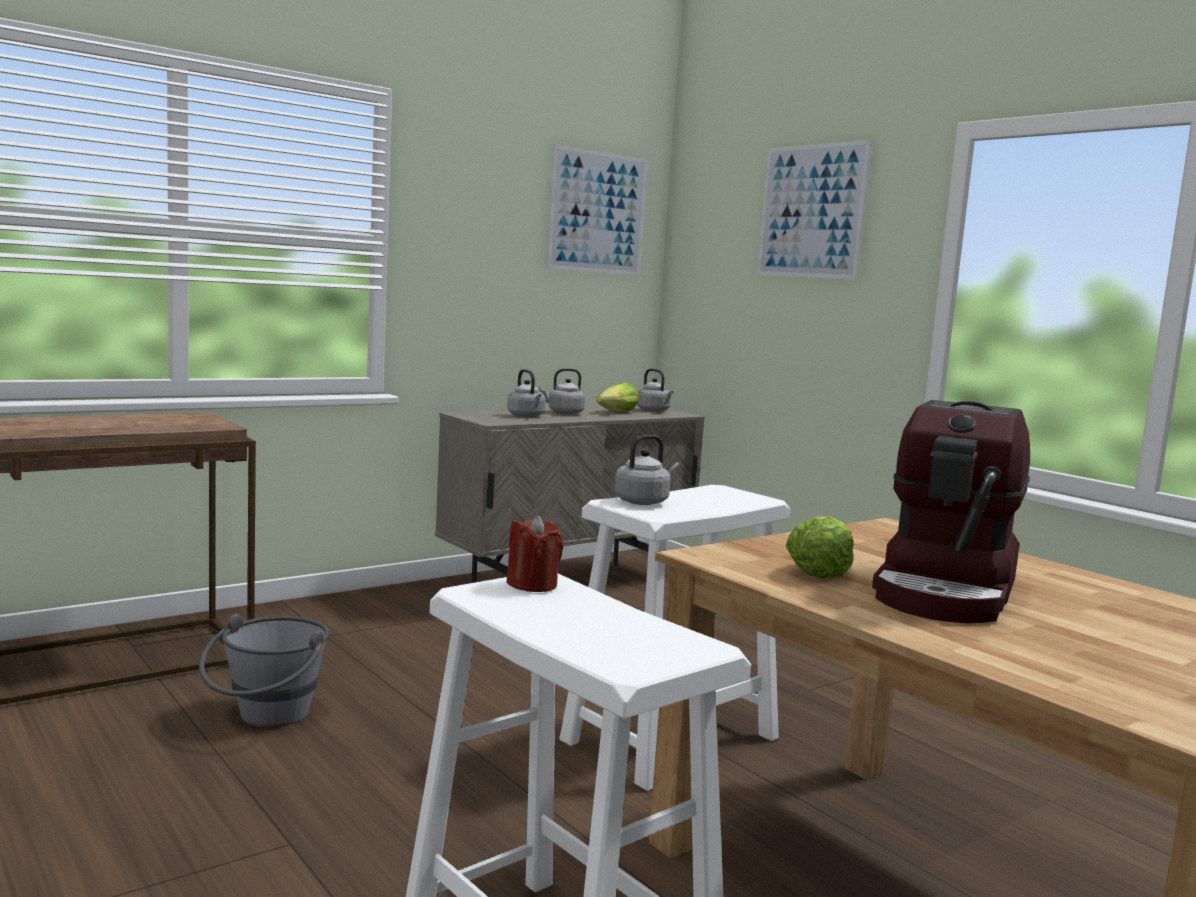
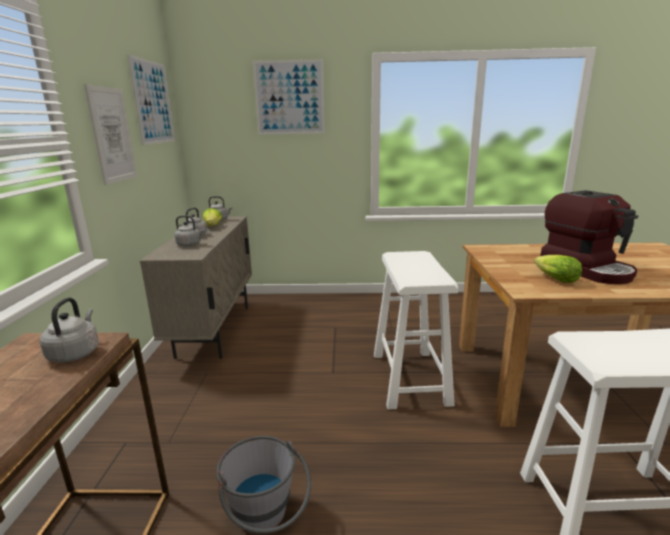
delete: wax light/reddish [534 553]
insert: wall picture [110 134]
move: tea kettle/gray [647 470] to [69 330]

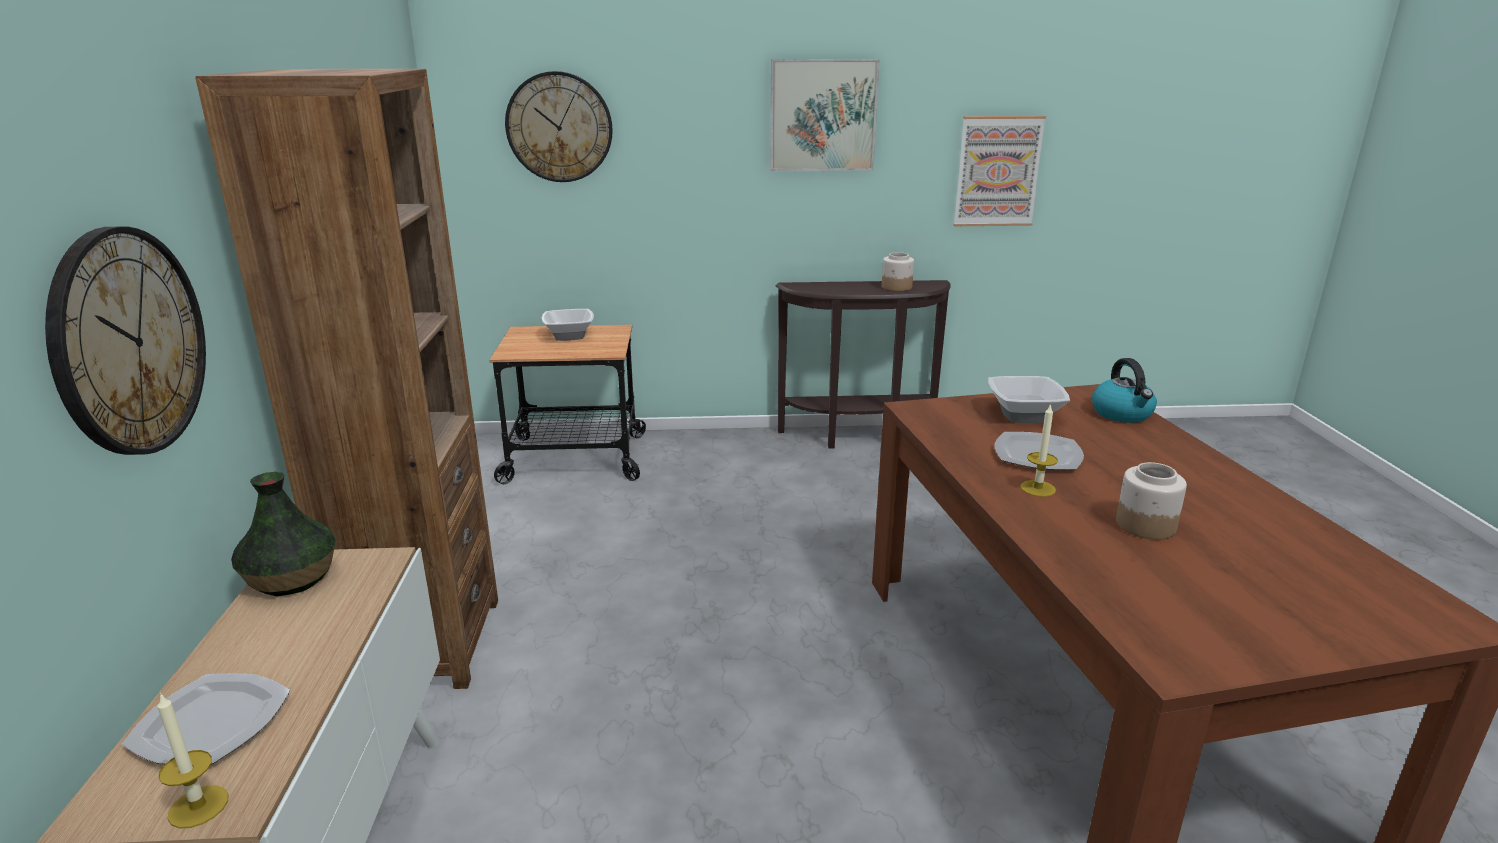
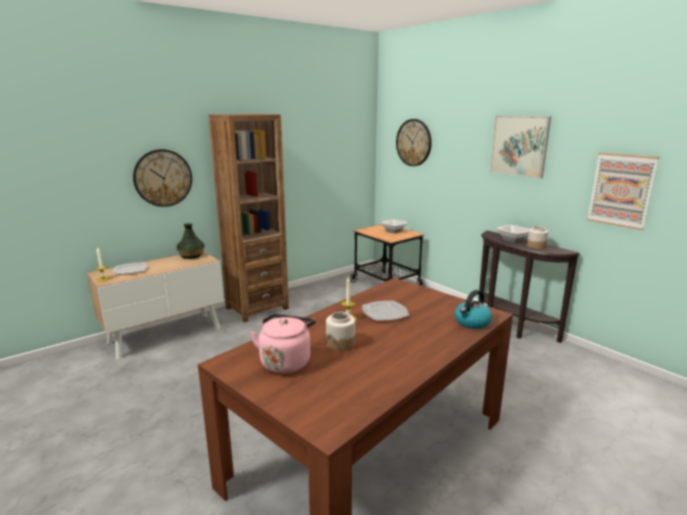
insert: tea kettle/pink-coloured [283 344]
move: serving bowl [1029 399] to [512 234]

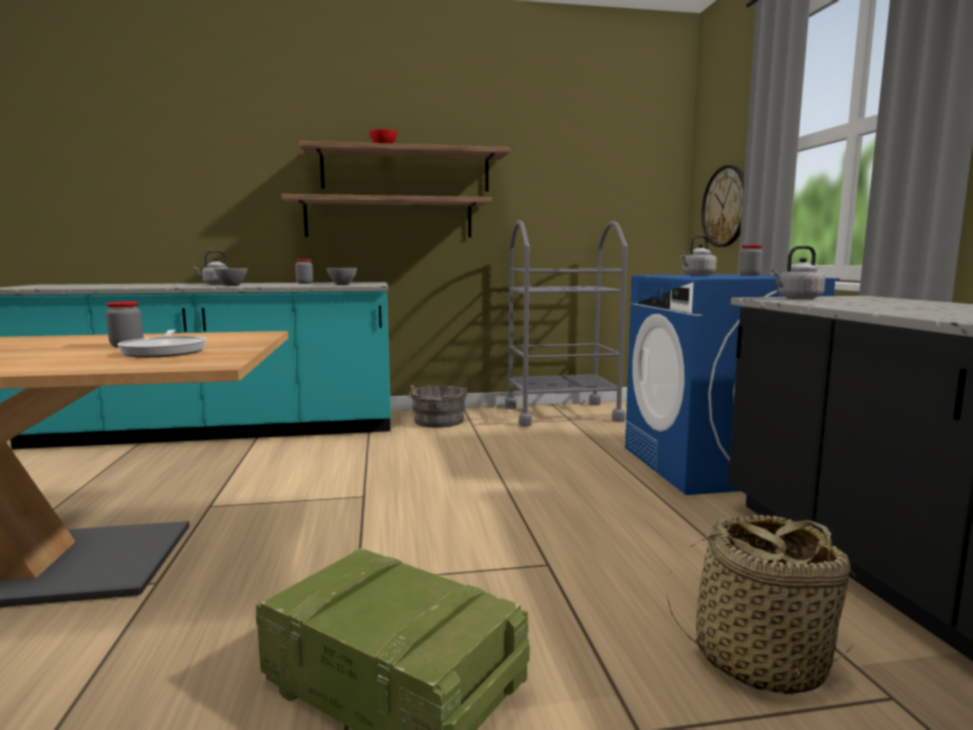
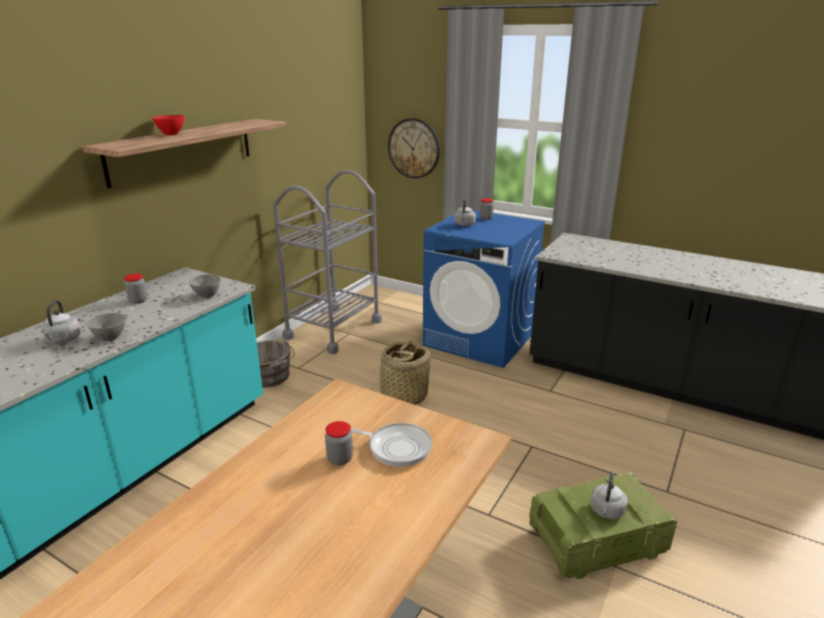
delete: wall shelf [386 216]
move: tea kettle/gray [798 272] to [609 495]; household basket [761 605] to [401 373]

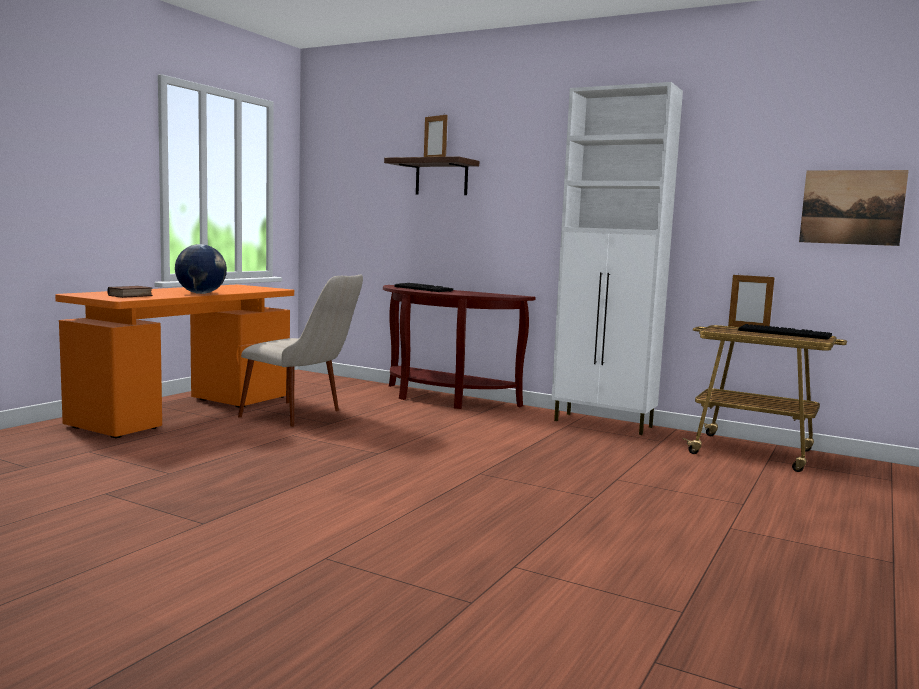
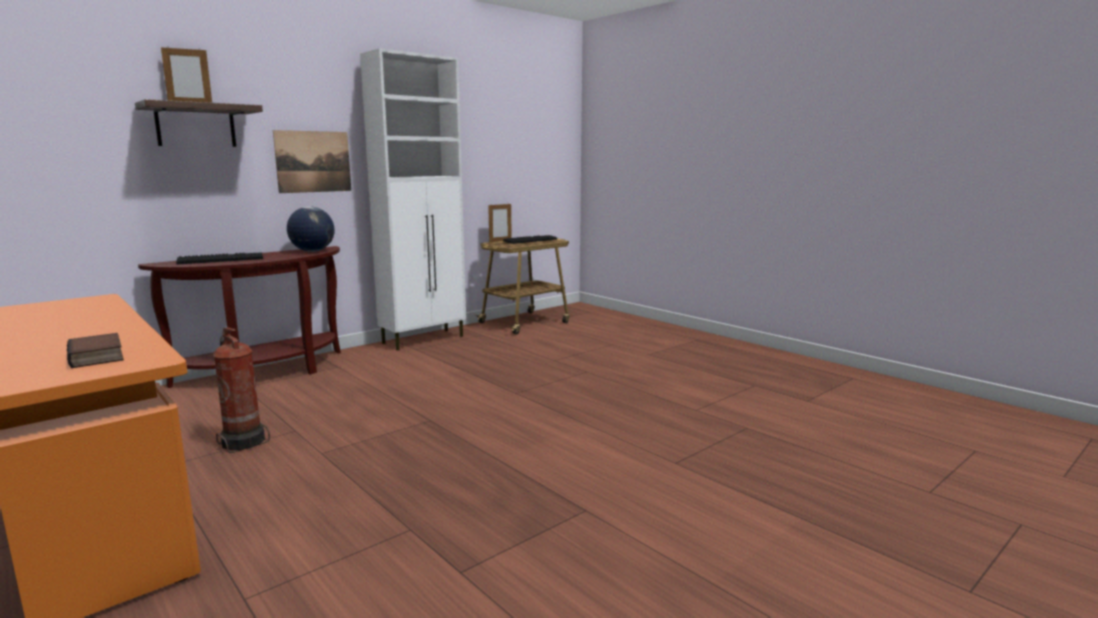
move: wall picture [854 208] to [312 161]; desk globe [201 269] to [311 229]
replace: chair/sand-coloured [300 350] to fire extinguisher [241 390]

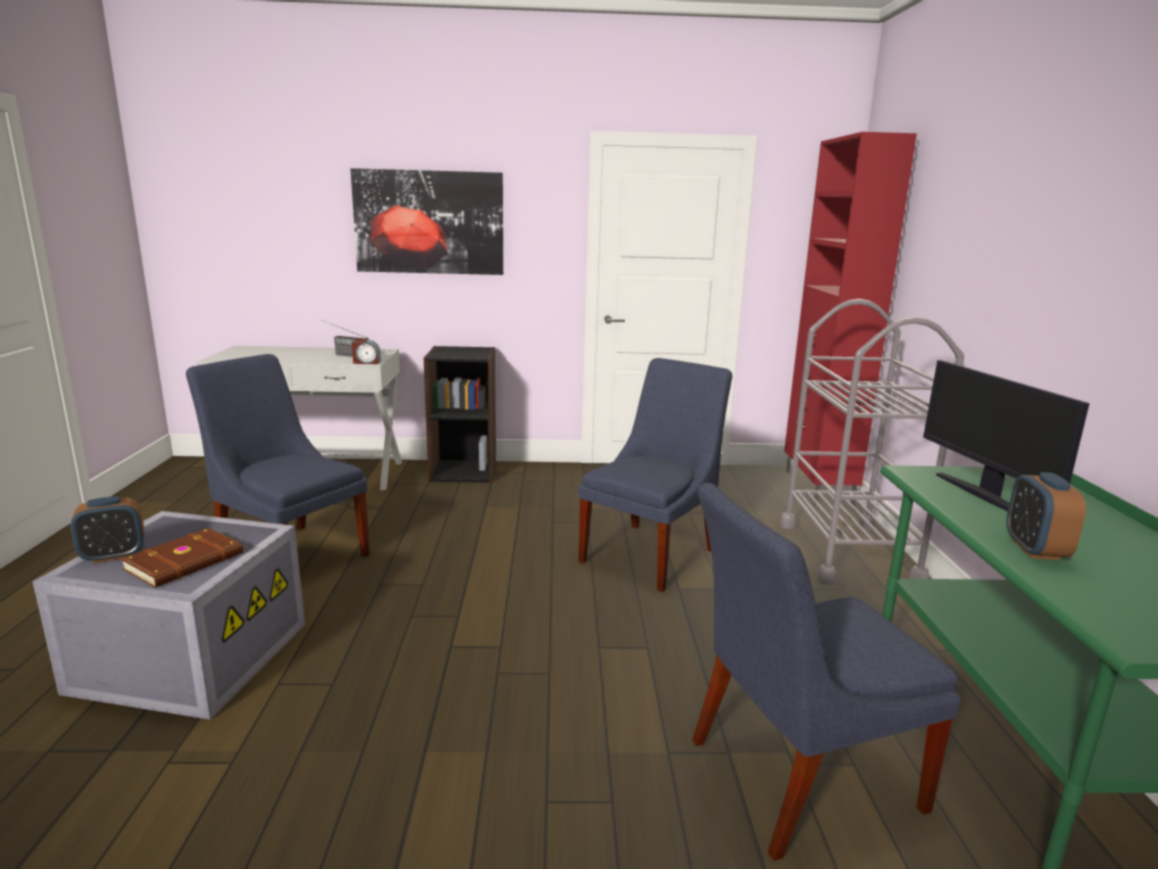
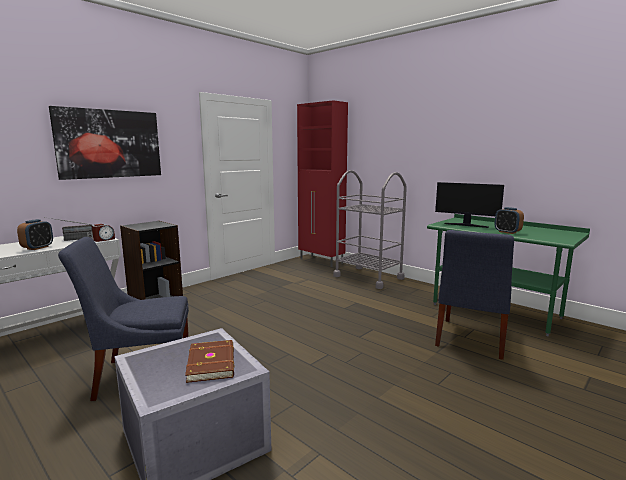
delete: chair/blue-coloured [655 475]
move: bedside clock [107 529] to [35 234]

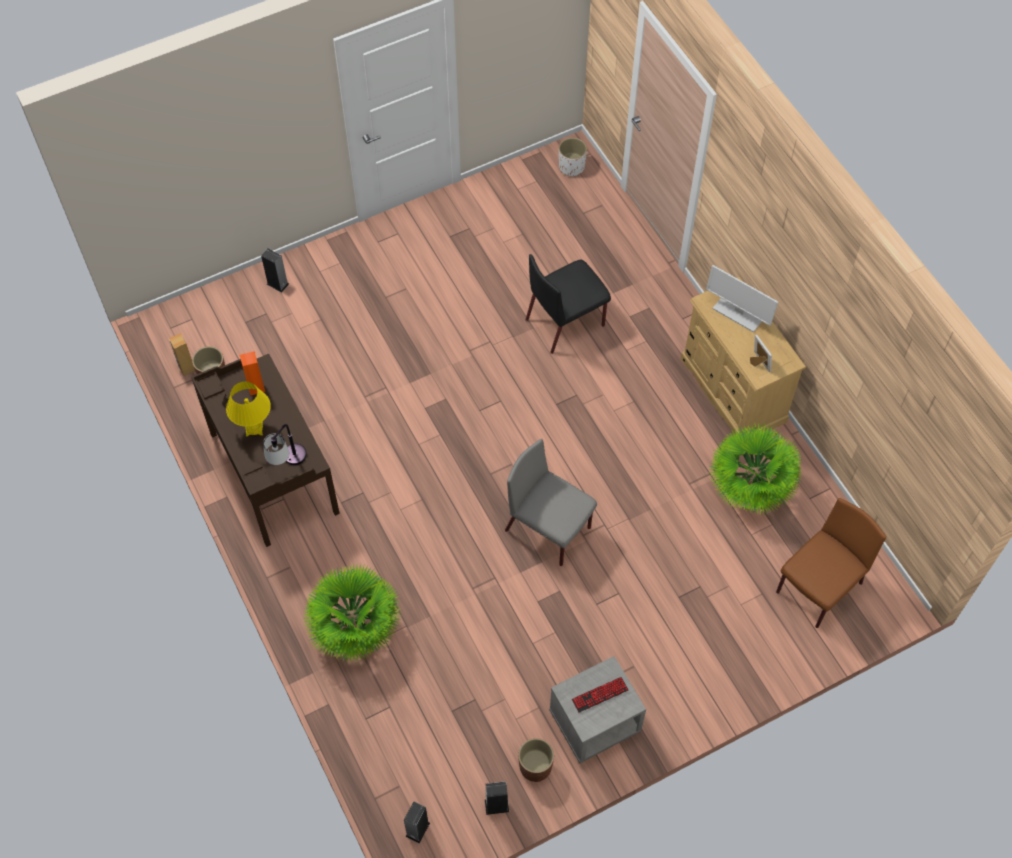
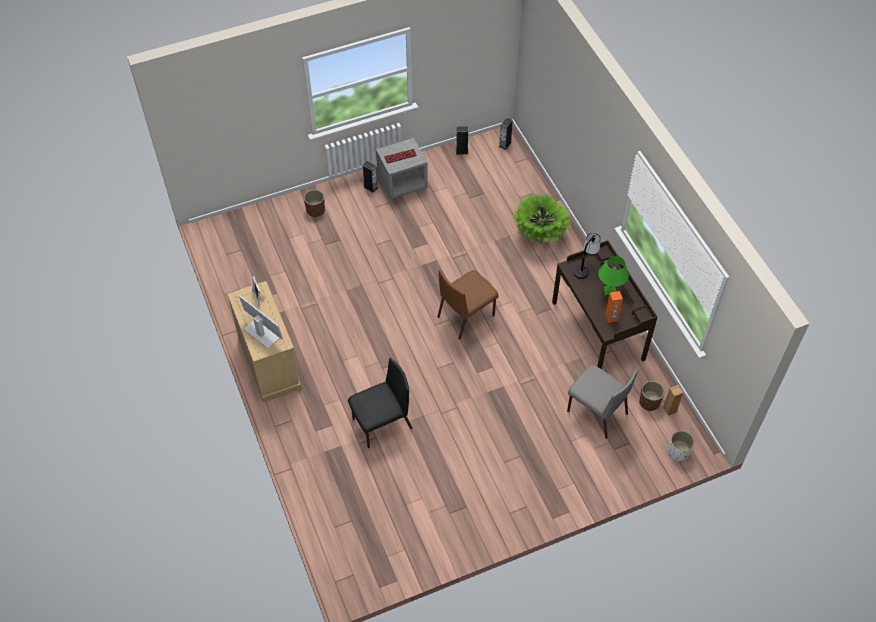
delete: potted plant [755 468]
move: planter/white [573 157] to [681 446]; speaker [275 270] to [371 177]; chair/gray [551 502] to [602 402]; chair/brown-coloured [831 563] to [468 304]; planter/brown-coloured [536 760] to [314 203]
recolor: lamp for a table/yellow-coloured [248 408] to lamp for a table/green-coloured [613 276]

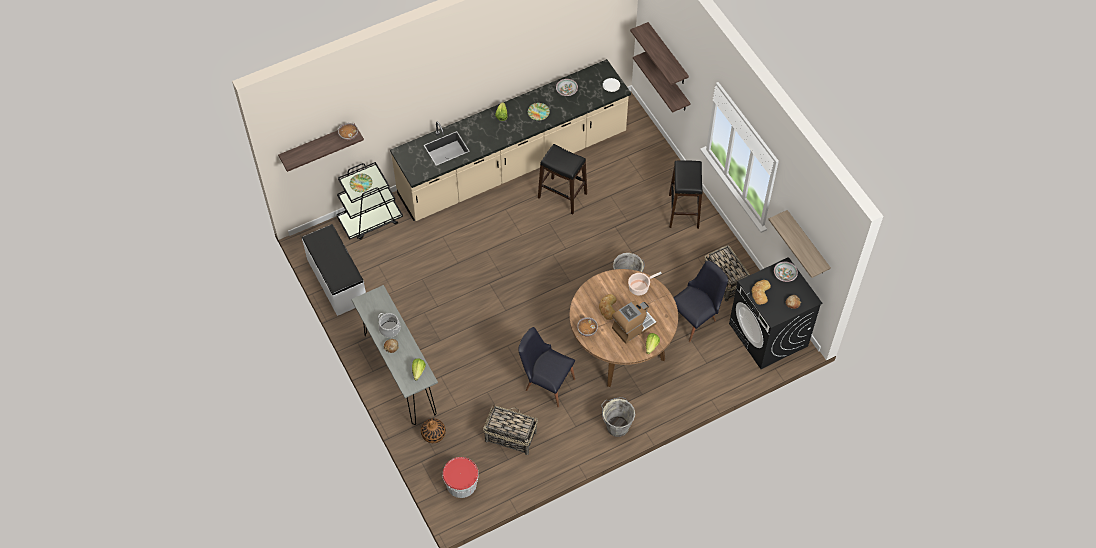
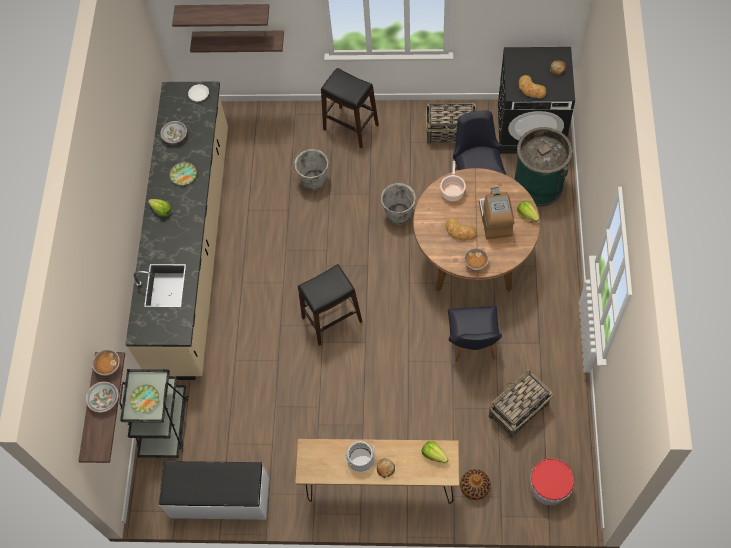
delete: wall shelf [799 244]
insert: trash can/green-coloured [543 167]
move: stool/black-coloured [562 179] to [330 305]; serving bowl [786 272] to [102 397]; water bucket/gray [618 417] to [310 170]
recolor: console table/gray [394 355] to console table/brown-coloured [377 471]
rotate: chair/black-coloured [546 367] = [475 334] 60 degrees counterclockwise

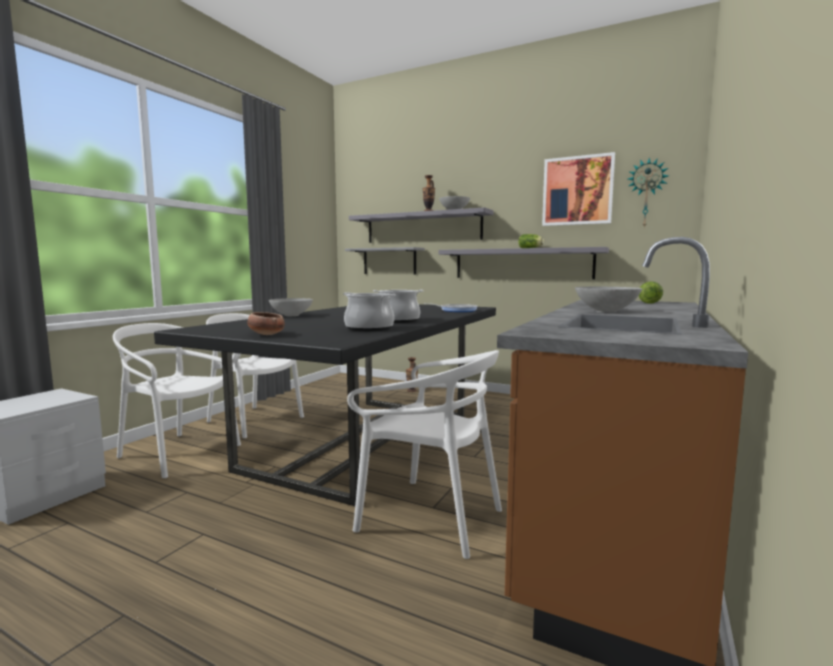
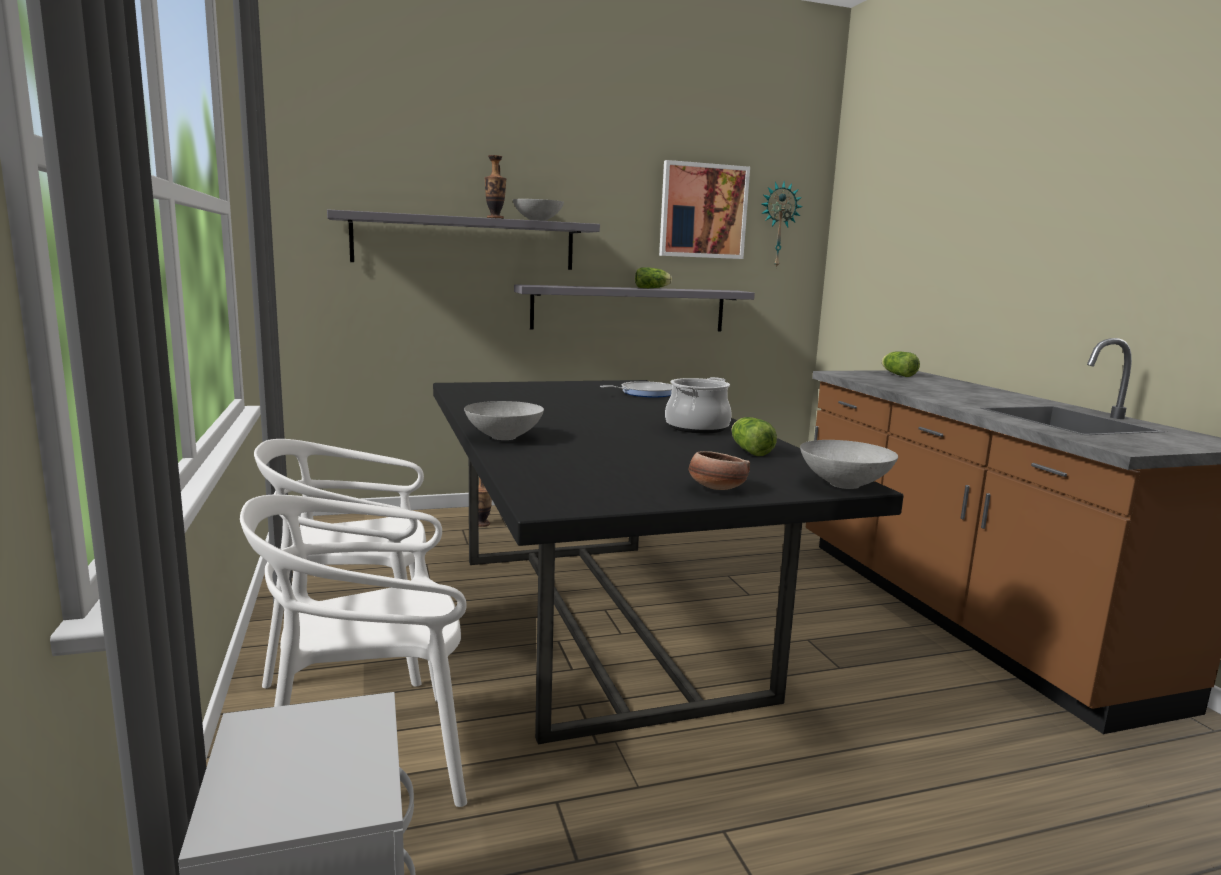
delete: wall shelf/gray [385 260]; chair/white [424 454]
move: serving bowl/gray [608 299] to [849 464]
replace: stockpot [369 311] to lettuce head [754 436]

